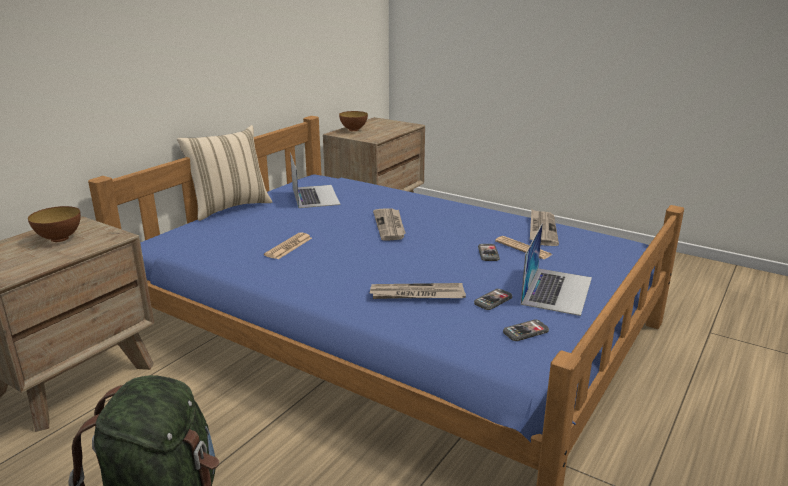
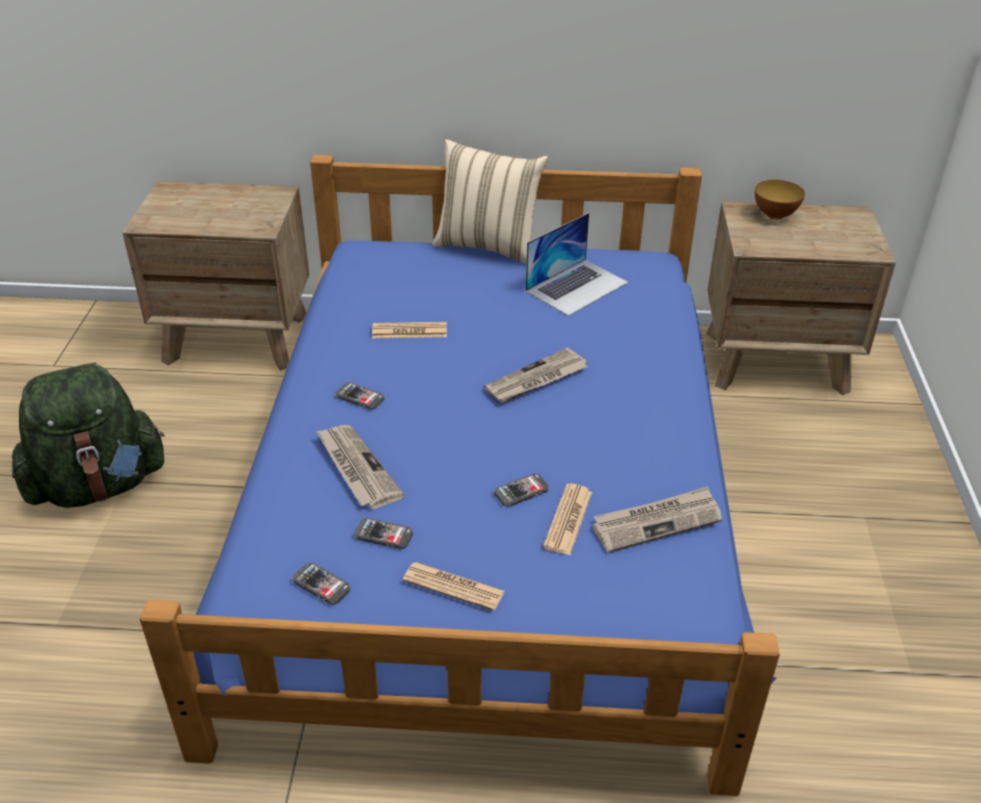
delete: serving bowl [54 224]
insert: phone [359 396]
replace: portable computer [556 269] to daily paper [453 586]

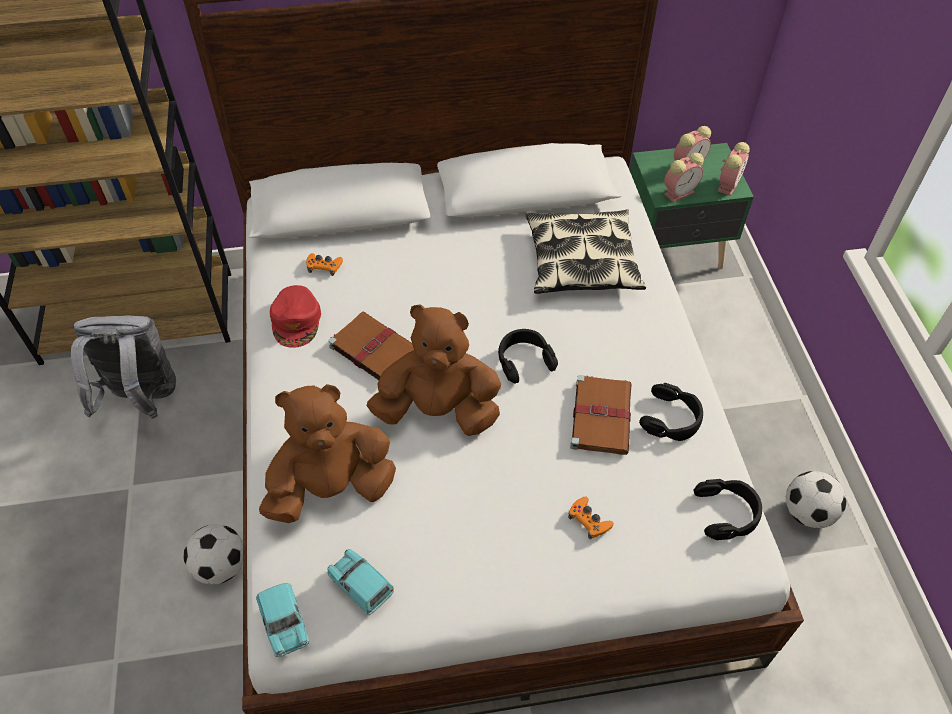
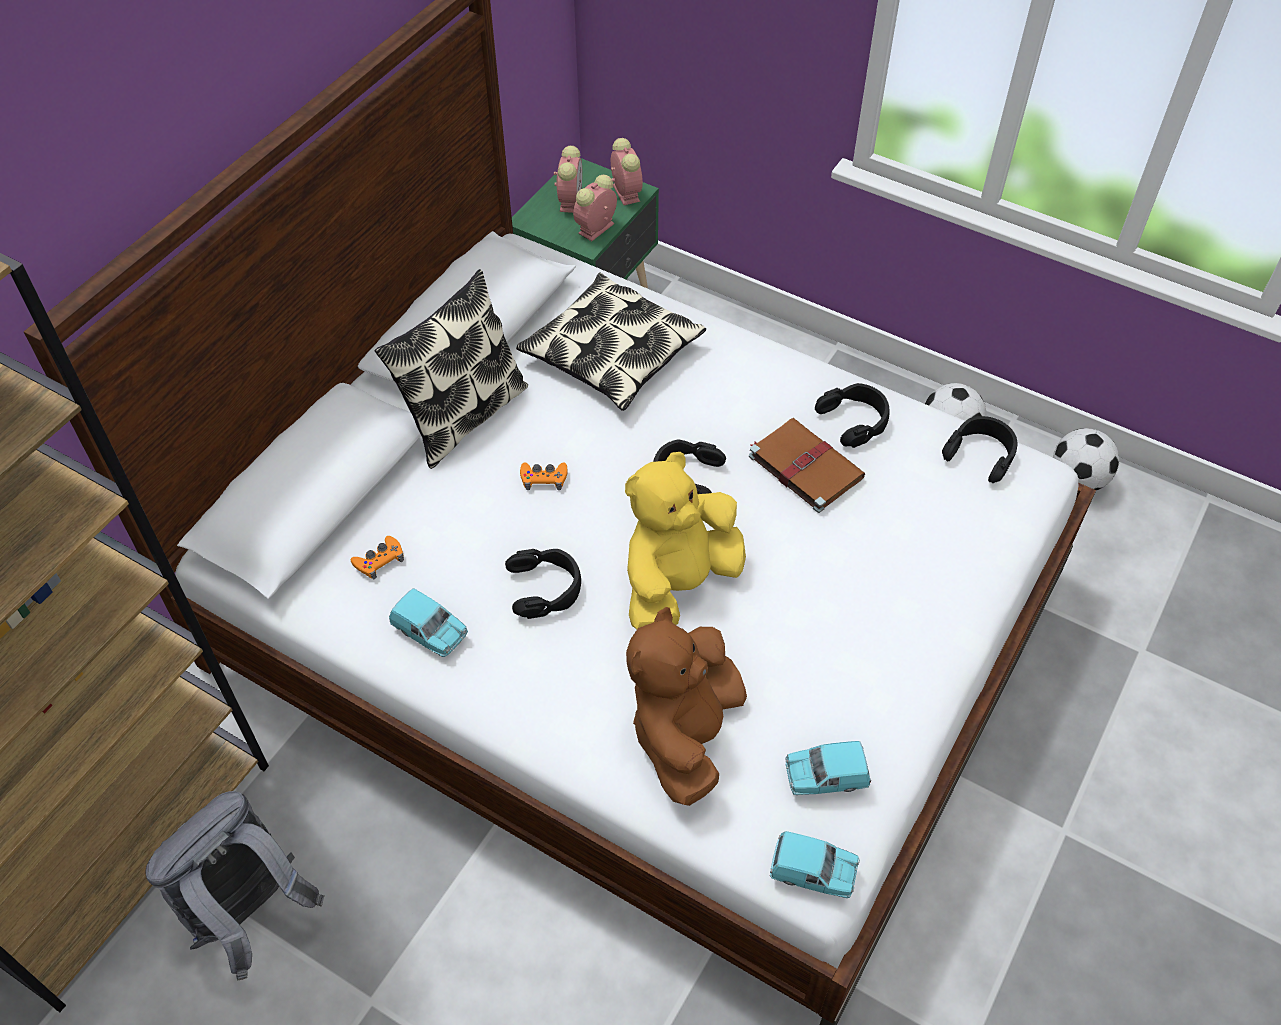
insert: cushion [451 369]
move: game controller/orangey [591 517] to [544 476]; football ball [213 554] to [1086 459]
replace: cap/reddish [295 316] to miniature car/turquoise [428 622]; volume/brown-coloured [371 345] to headphones/black-coloured [543 584]
recolor: cuddly toy/brown-coloured [434 370] to cuddly toy/yellow-coloured [685 540]
rotate: bedside clock [684 177] = [595 207] 150 degrees counterclockwise

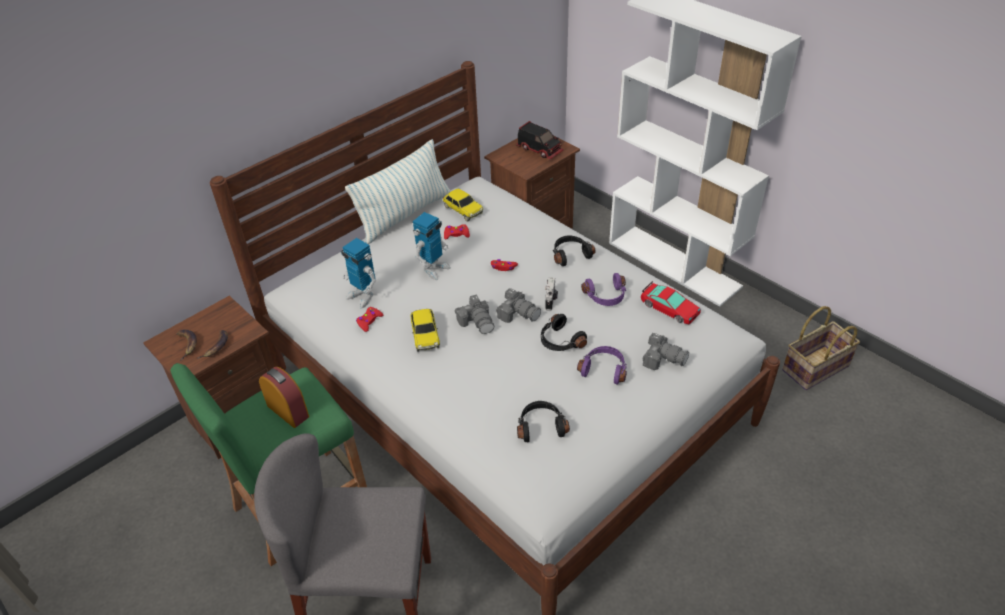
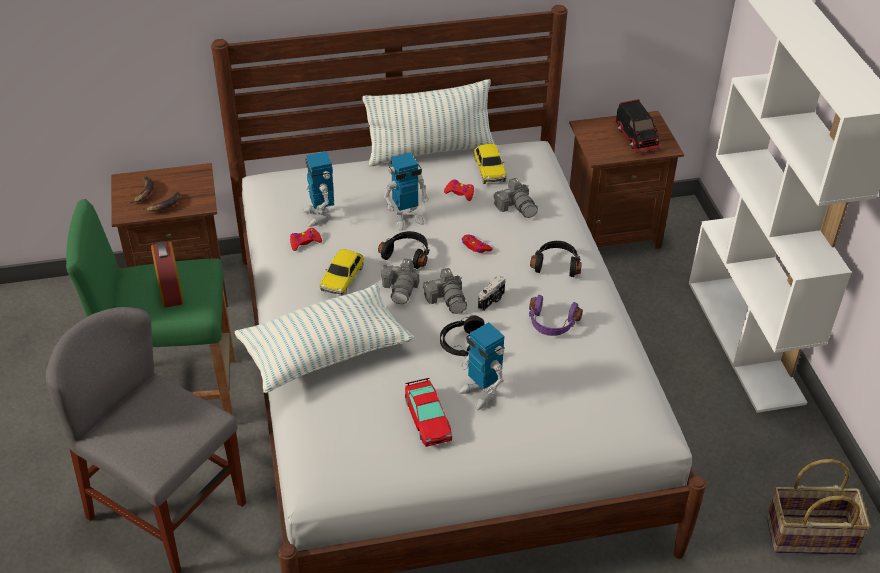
insert: cushion [324 338]
move: miniature car [671 303] to [428 412]; photo camera [665 351] to [516 198]; headphones/black-coloured [543 421] to [404 250]
replace: headphones/purple-coloured [602 365] to model robot [481 366]

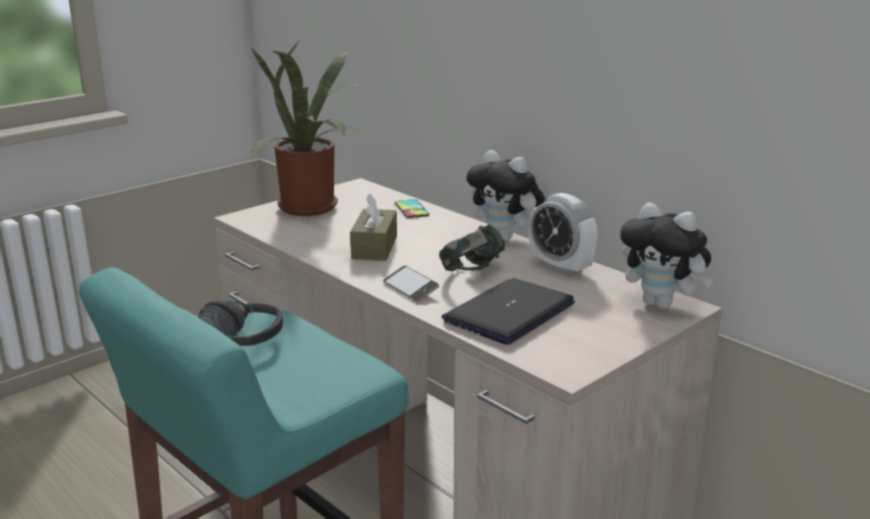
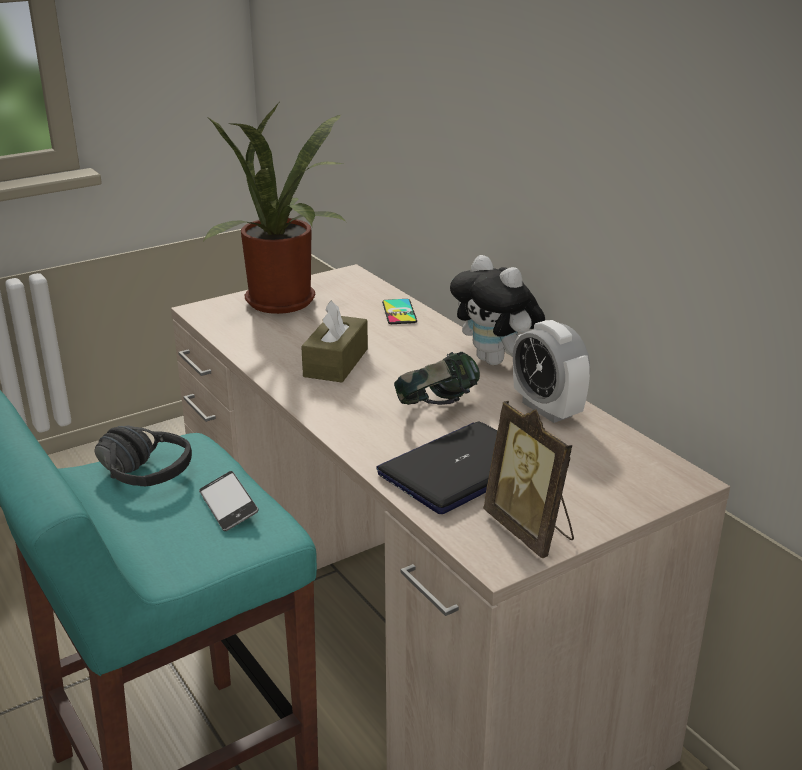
delete: cuddly toy [667 256]
insert: photo frame [528 479]
move: phone [411 284] to [229 501]

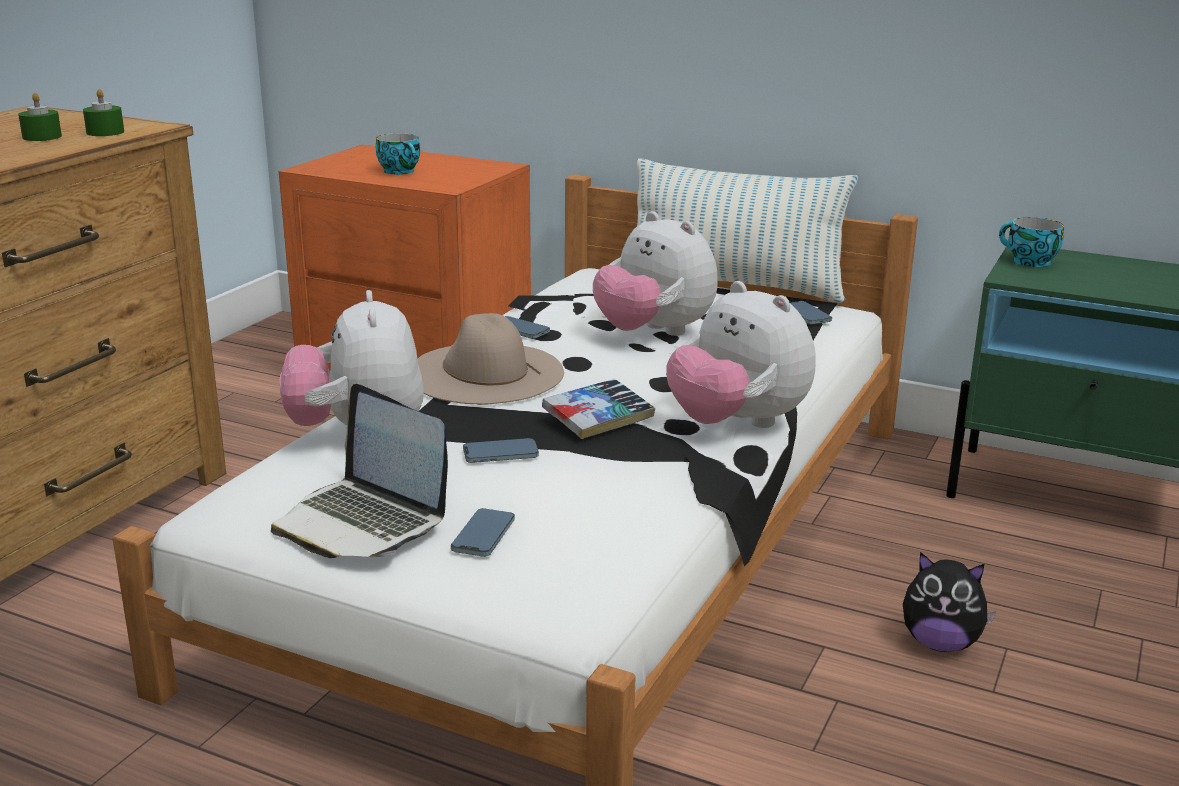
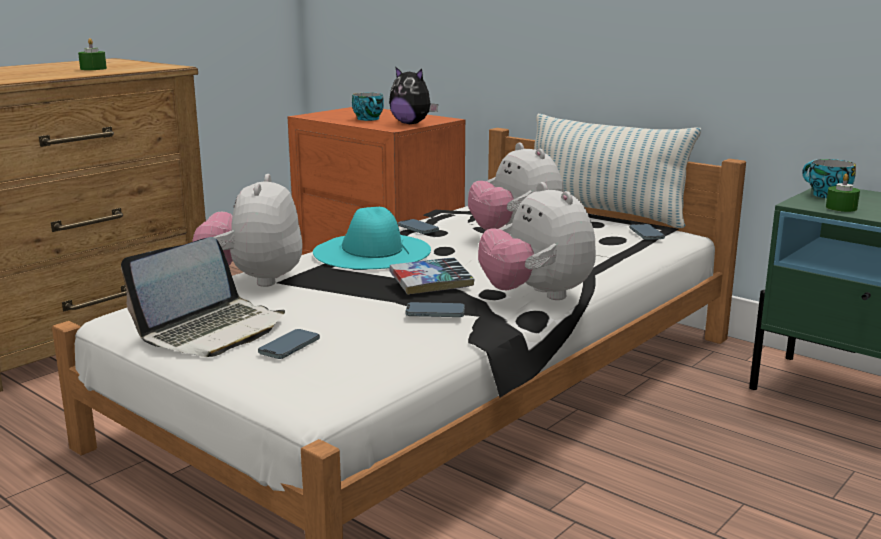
move: wax light/green-coloured [103 112] to [843 193]; phone [501 450] to [435 309]; cuddly toy [949 602] to [413 95]
recolor: clothing hat/sand-coloured [490 358] to clothing hat/turquoise [372 238]
rotate: portable computer [359 471] = [203 297] 105 degrees counterclockwise

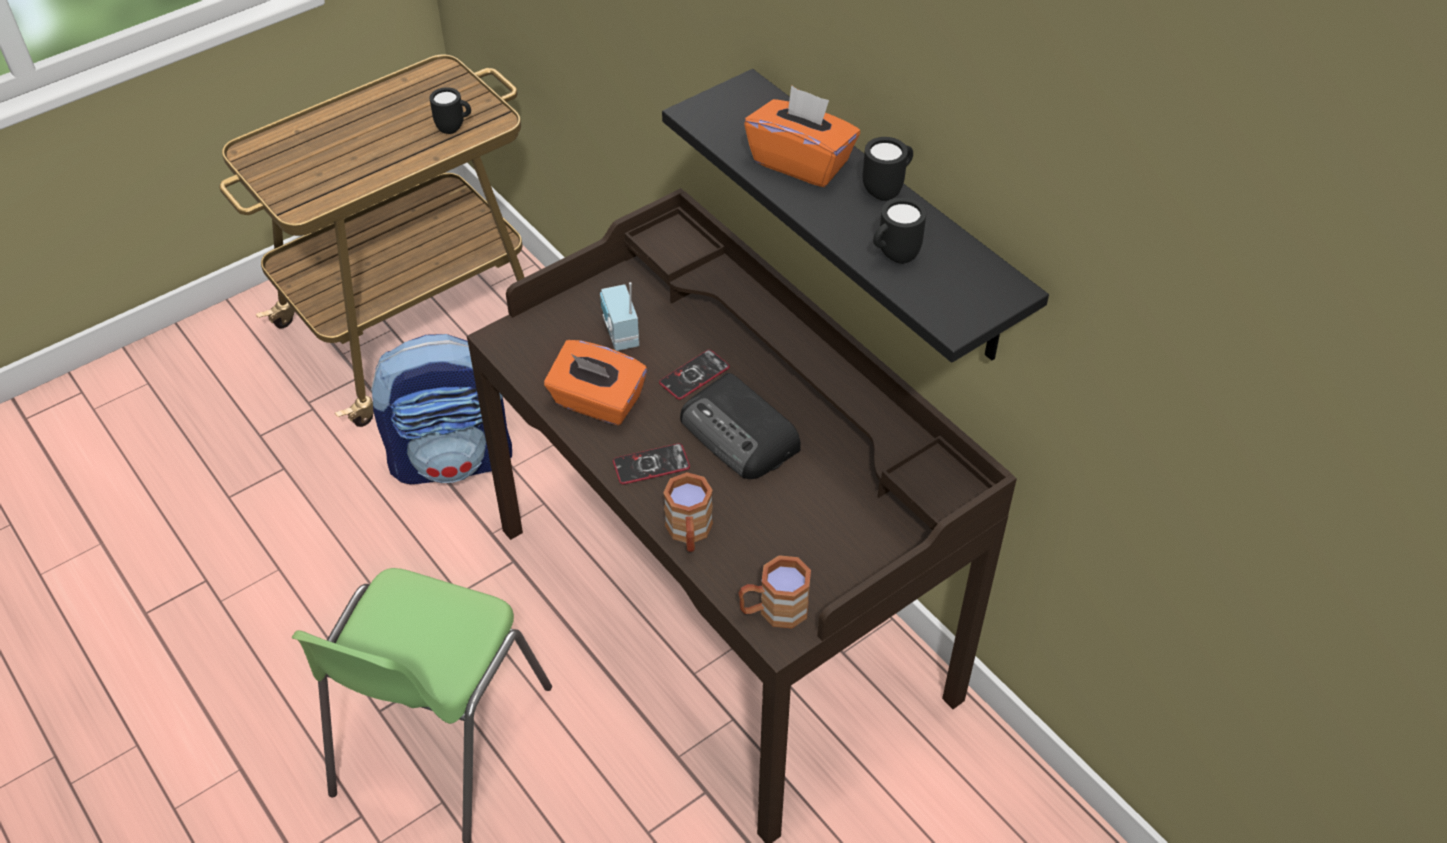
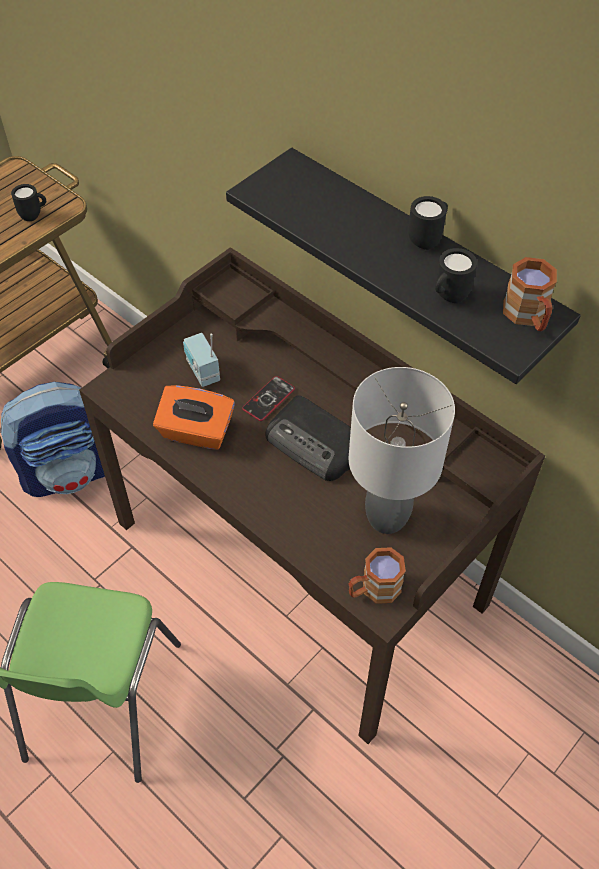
delete: tissue holder/orangey [802 136]; phone [651 463]
insert: lamp for a table/gray [402 450]
move: coffee mug/brown-coloured [688 512] to [530 294]

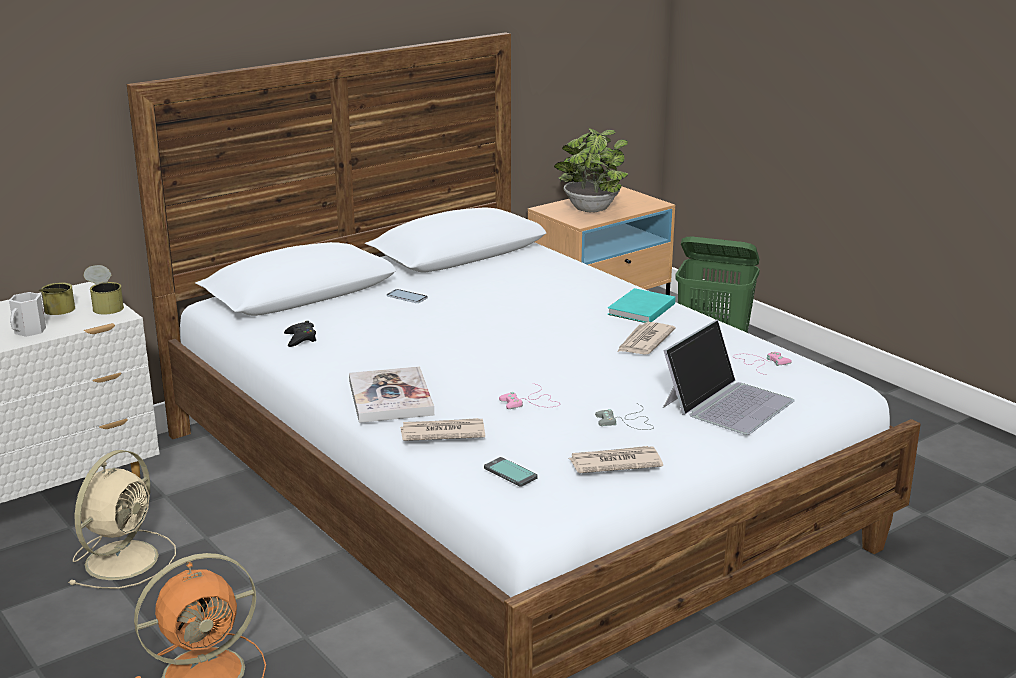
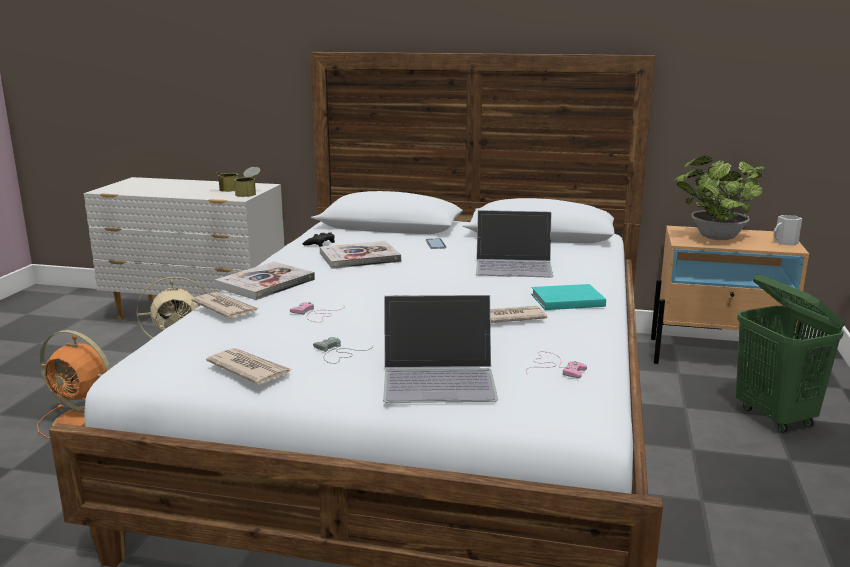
delete: phone [511 472]
insert: portable computer [514 244]; volume [360 255]
move: coffee mug/white [27 314] to [788 230]

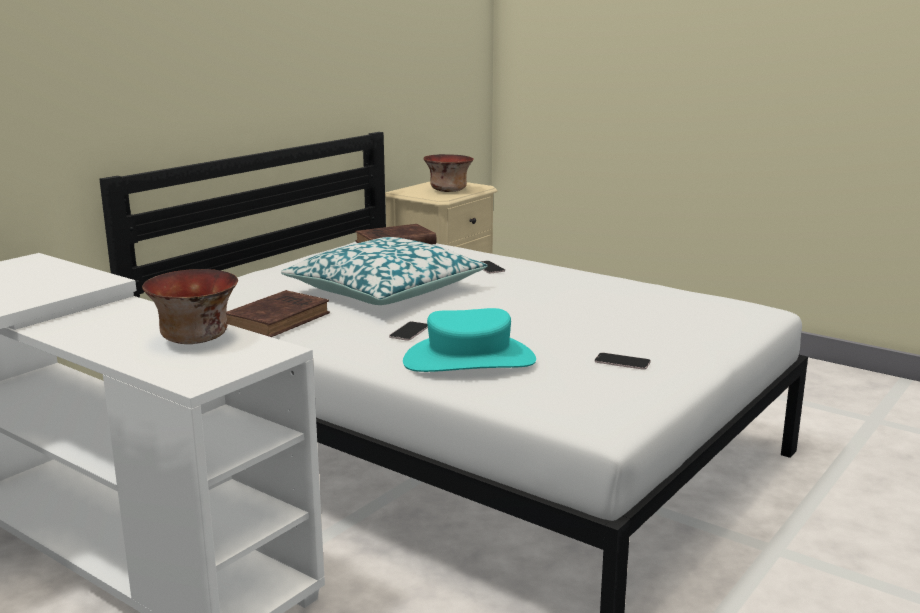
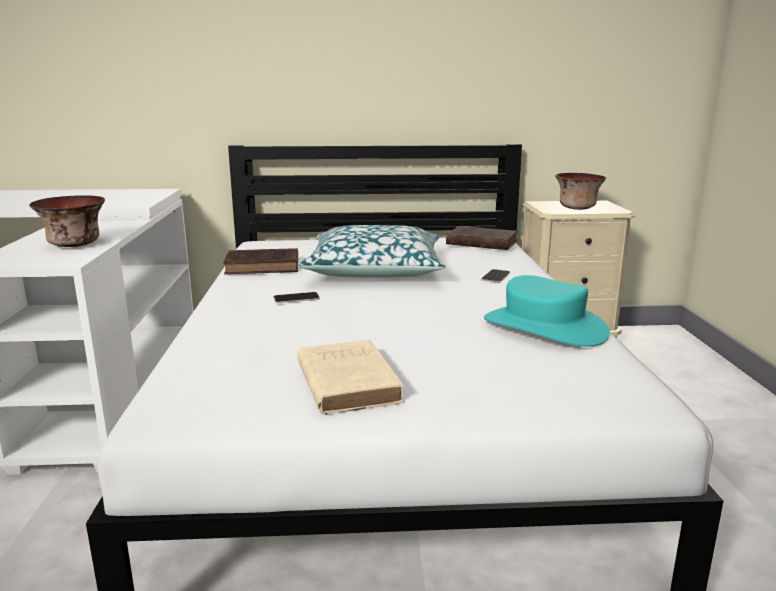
move: clothing hat/turquoise [469 340] to [547 311]
replace: phone [622 361] to volume/sand-coloured [350 377]

